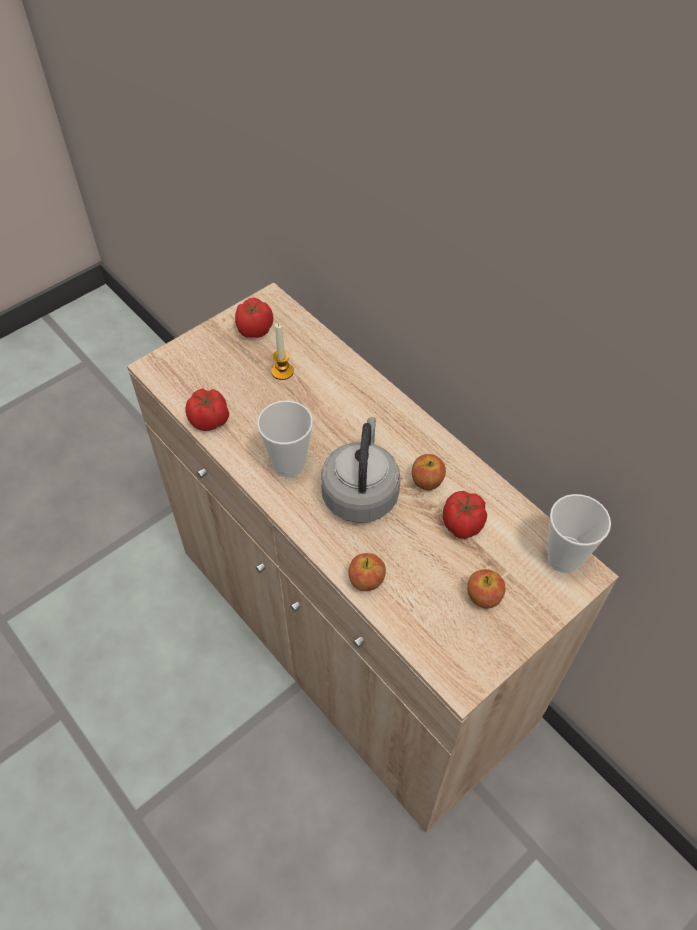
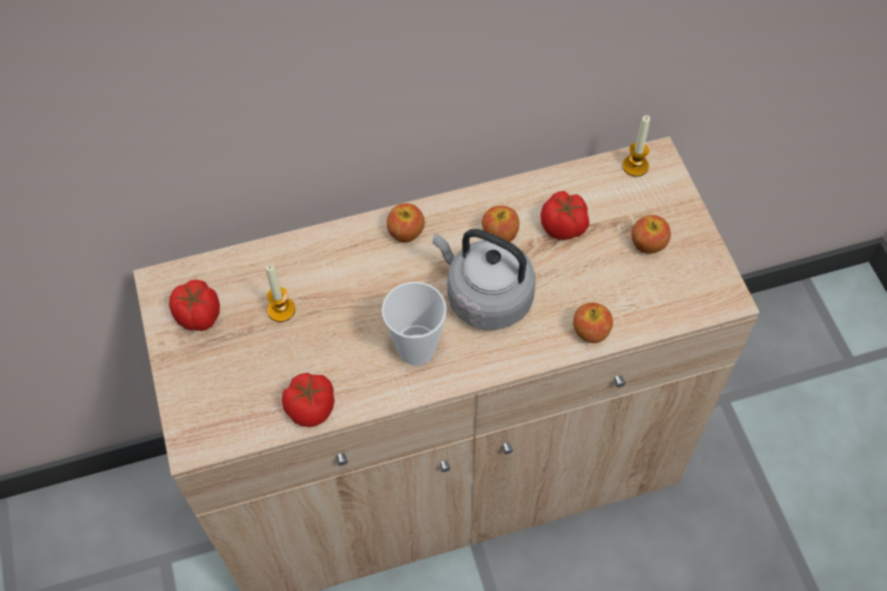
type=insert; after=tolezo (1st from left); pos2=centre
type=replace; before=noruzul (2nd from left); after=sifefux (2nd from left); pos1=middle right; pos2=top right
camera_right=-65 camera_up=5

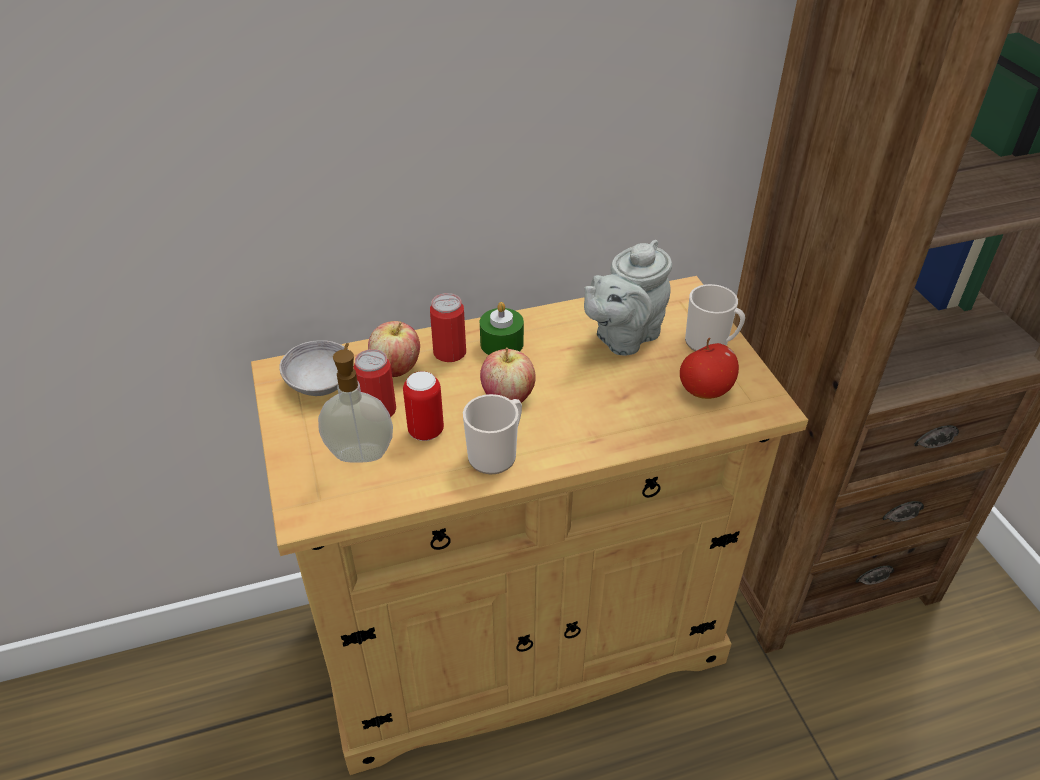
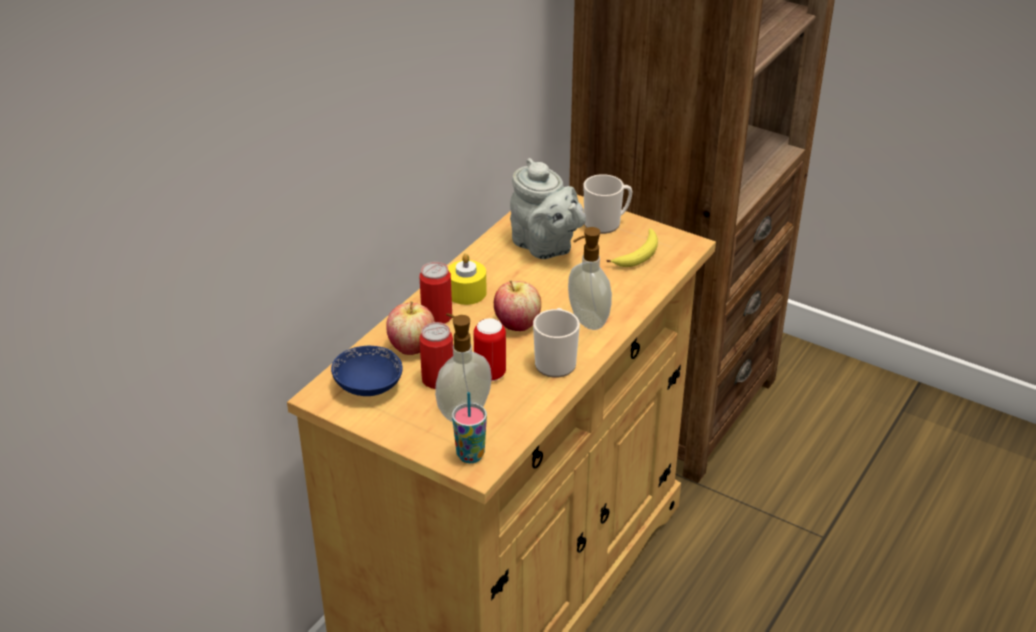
type=insert; after=noruzul; pos2=bottom centre
type=insert; after=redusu (2nd from left); pos2=centre
type=replace; before=tolezo (3rd from left); after=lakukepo; pos1=middle right; pos2=centre
type=recolor; before=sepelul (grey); after=sepelul (blue); pos1=middle left; pos2=centre
type=recolor; before=sifefux (green); after=sifefux (yellow); pos1=centre; pos2=centre
type=rotate; before=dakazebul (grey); pos1=centre; pos2=top centre; turn=-45
camera_right=-40 camera_up=-5

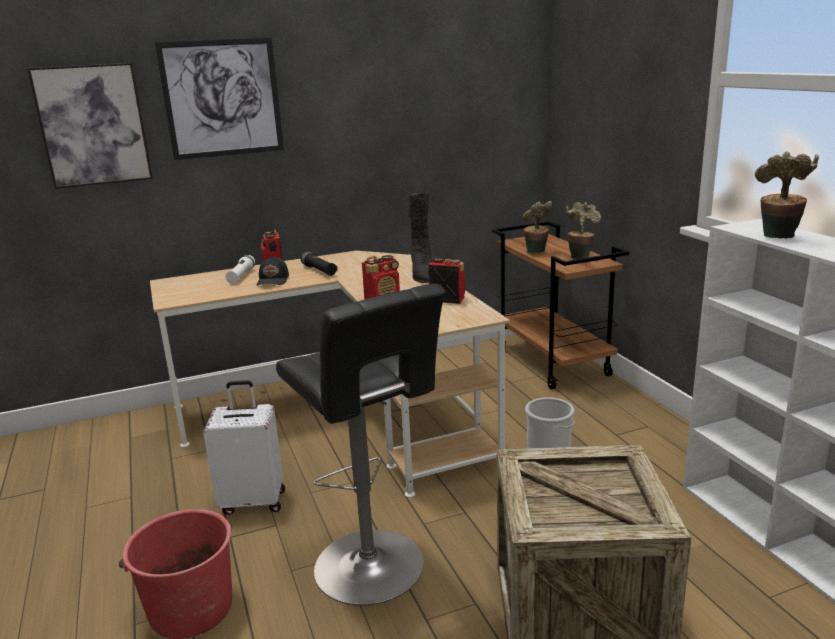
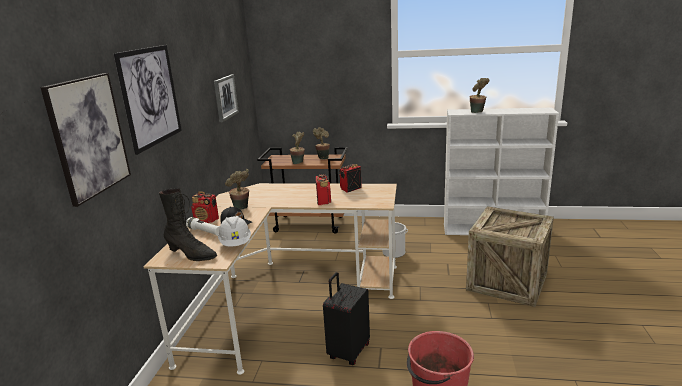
type=delete; before=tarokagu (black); pos1=bottom centre
type=insert; after=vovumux (3rd from left); pos2=top left
type=insert; after=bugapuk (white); pos2=centre
type=move; before=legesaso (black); pos1=centre; pos2=middle left
type=replace; before=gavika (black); after=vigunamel (1st from left); pos1=centre; pos2=centre
type=recolor; before=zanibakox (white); after=zanibakox (black); pos1=bottom left; pos2=bottom centre
camera_right=-60 camera_up=0

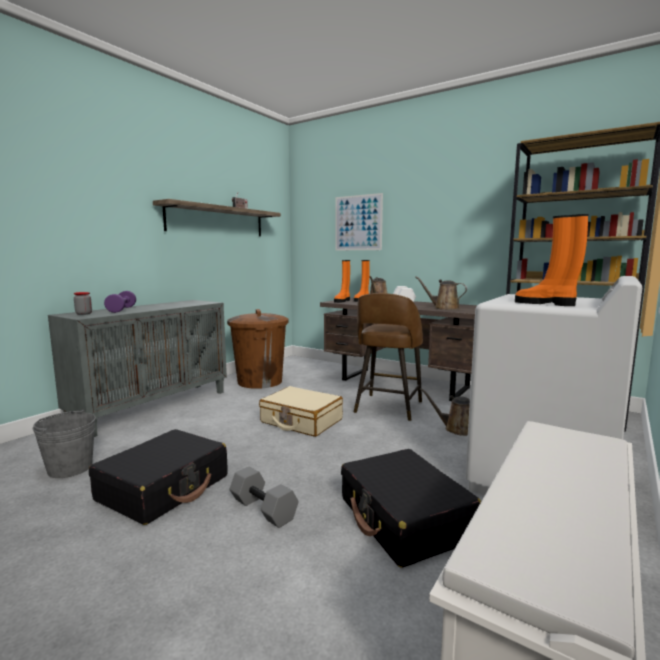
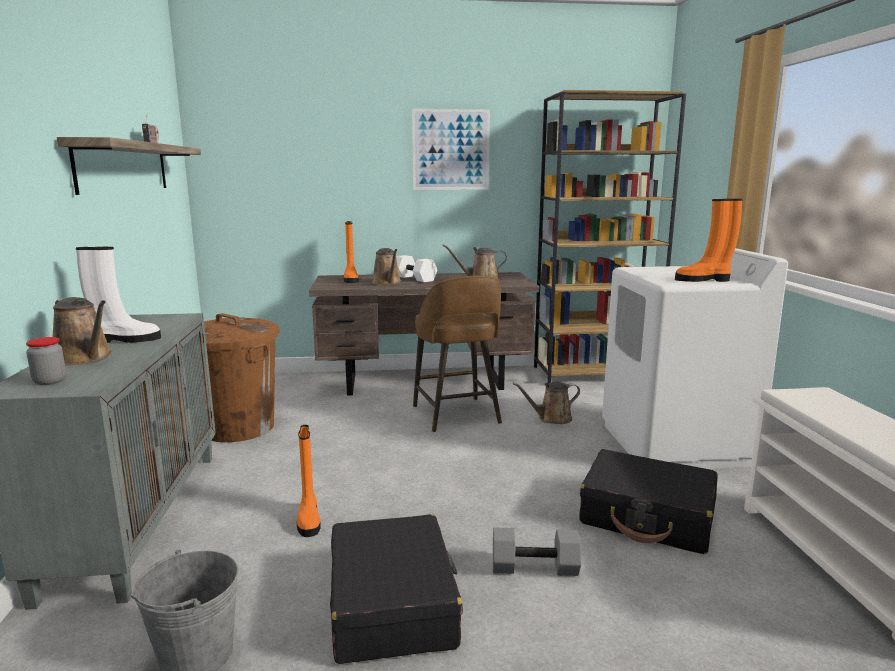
type=delete; before=zanibakox (beige); pos1=centre
type=insert; after=legesaso (white); pos2=middle left
type=move; before=legesaso (orange) (1st from left); pos1=centre; pos2=bottom centre
type=move; before=vovumux; pos1=centre; pos2=top centre
type=replace; before=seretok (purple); after=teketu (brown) (1st from left); pos1=middle left; pos2=middle left
camera_right=-40 camera_up=5

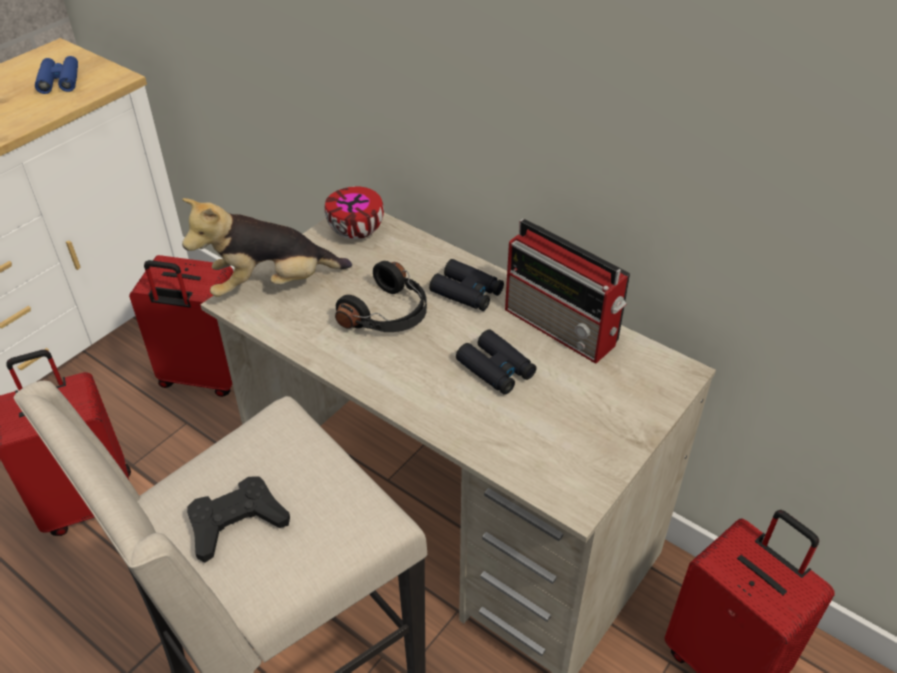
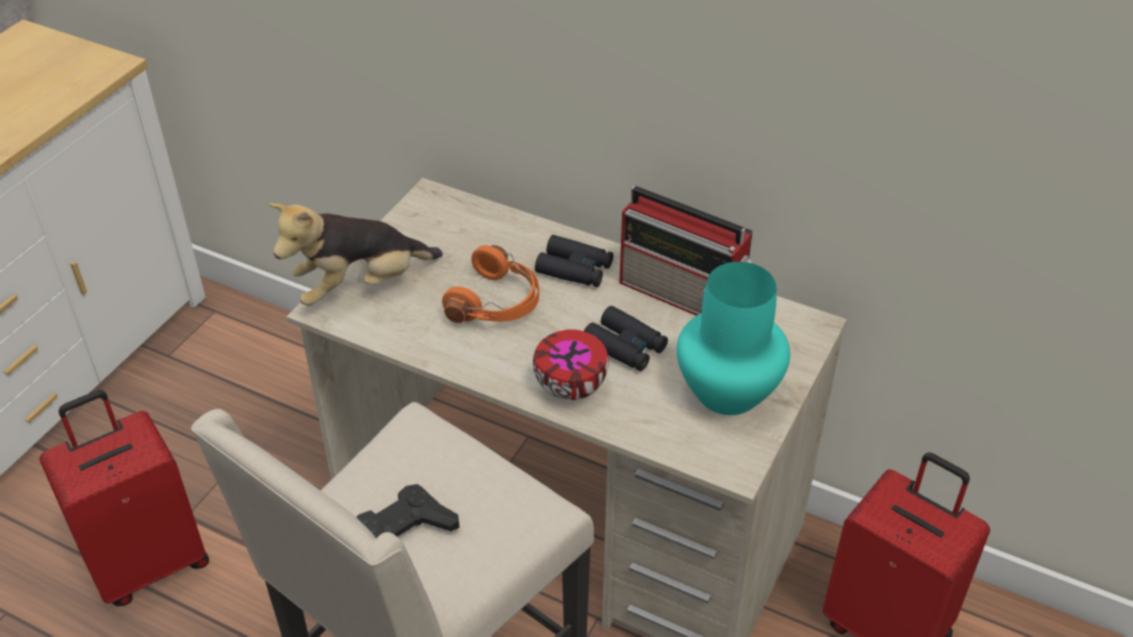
type=delete; before=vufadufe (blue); pos1=top left
type=delete; before=zanibakox (red) (2nd from left); pos1=middle left
type=insert; after=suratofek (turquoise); pos2=centre
type=move; before=sepelul; pos1=top centre; pos2=centre
type=recolor; before=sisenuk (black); after=sisenuk (orange); pos1=centre; pos2=centre
camera_right=-10 camera_up=0

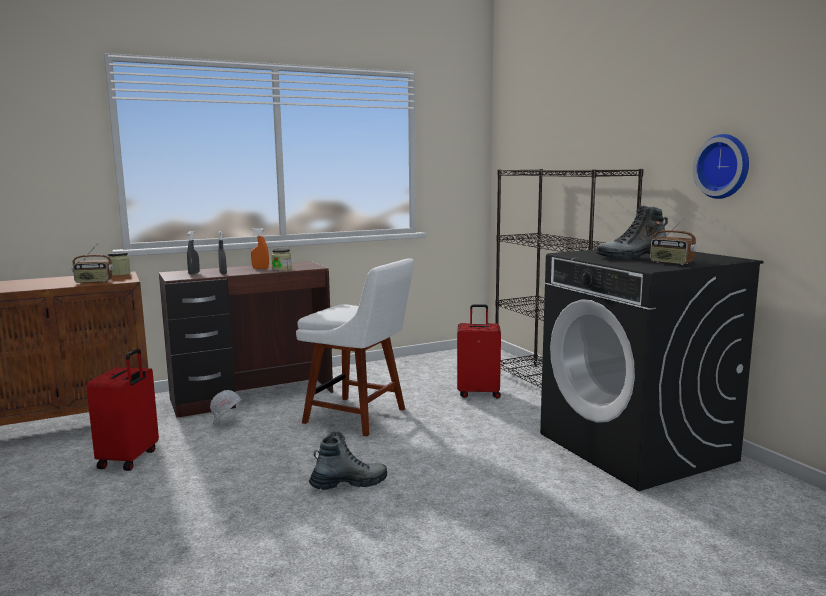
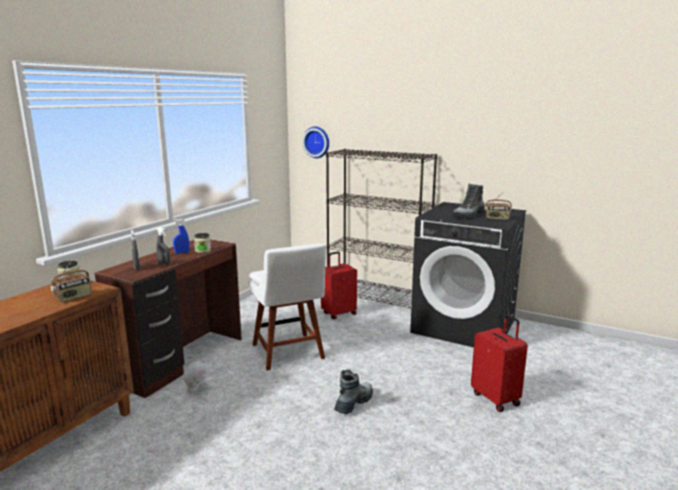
type=move; before=zanibakox (red) (1st from left in the first image); after=zanibakox (red) (2nd from left); pos1=bottom left; pos2=bottom right
type=move; before=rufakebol; pos1=top right; pos2=top centre
type=recolor; before=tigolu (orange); after=tigolu (blue); pos1=middle left; pos2=middle left
type=rotate; before=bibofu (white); pos1=centre; pos2=centre; turn=75
camera_right=-35 camera_up=5

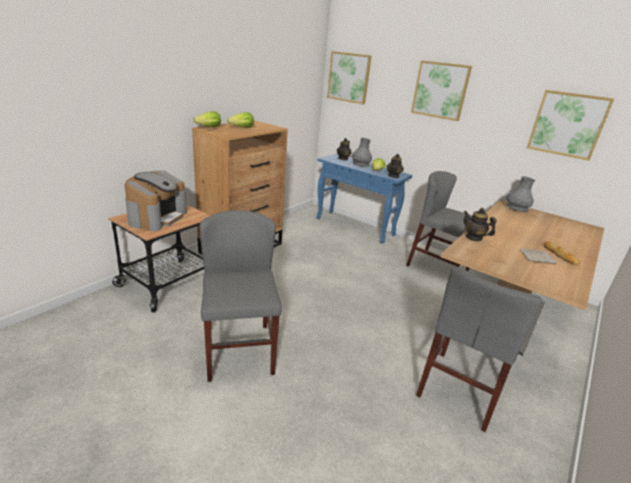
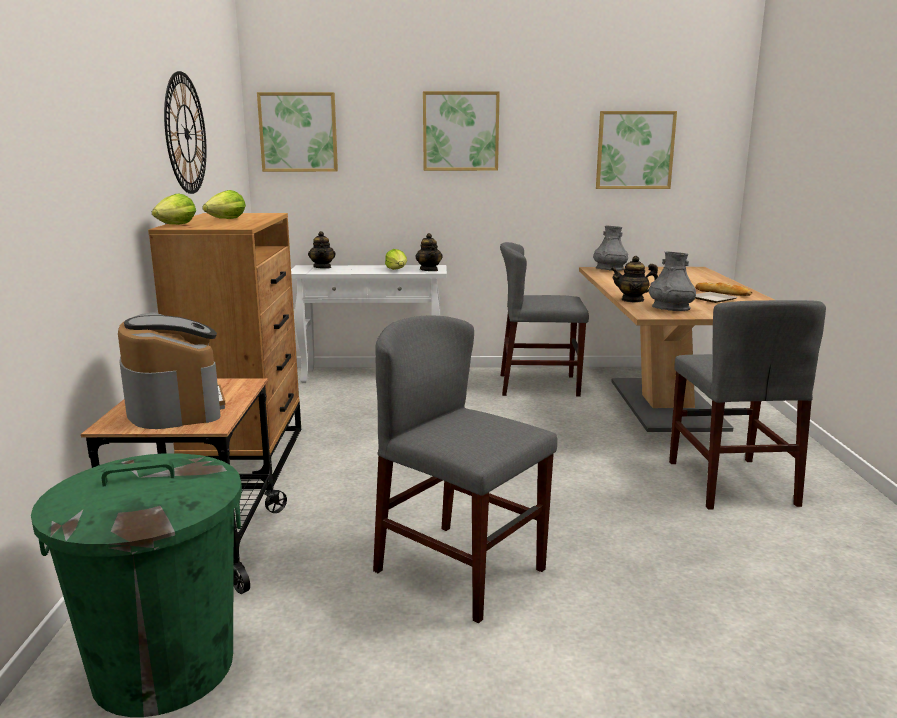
type=insert; after=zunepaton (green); pos2=bottom left
type=insert; after=rufakebol; pos2=top left
type=move; before=suratofek (grey) (1st from left in the first image); after=suratofek (grey) (2nd from left); pos1=top centre; pos2=middle right
type=recolor; before=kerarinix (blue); after=kerarinix (white); pos1=centre; pos2=centre
camera_right=-35 camera_up=-10

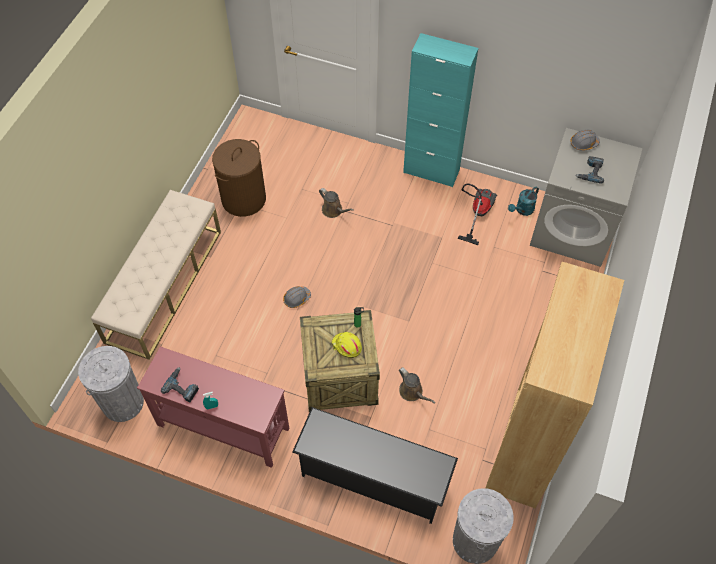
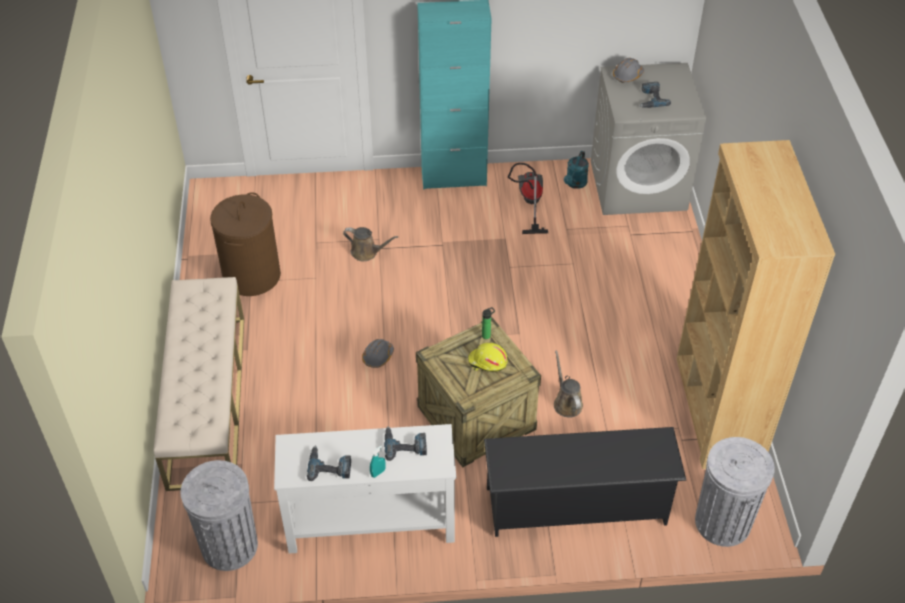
type=insert; after=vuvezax (2nd from left); pos2=bottom centre
type=recolor; before=kerarinix (red); after=kerarinix (white); pos1=bottom left; pos2=bottom centre
type=rotate; before=teketu (brown) (2nd from left); pos1=bottom centre; pos2=centre; turn=-135
camera_right=-25 camera_up=-10

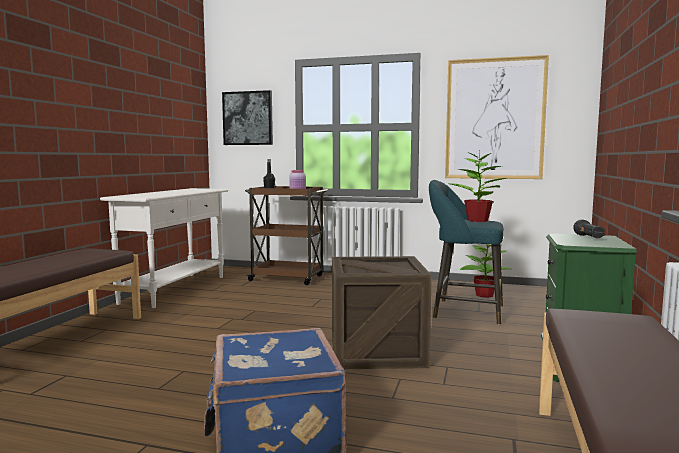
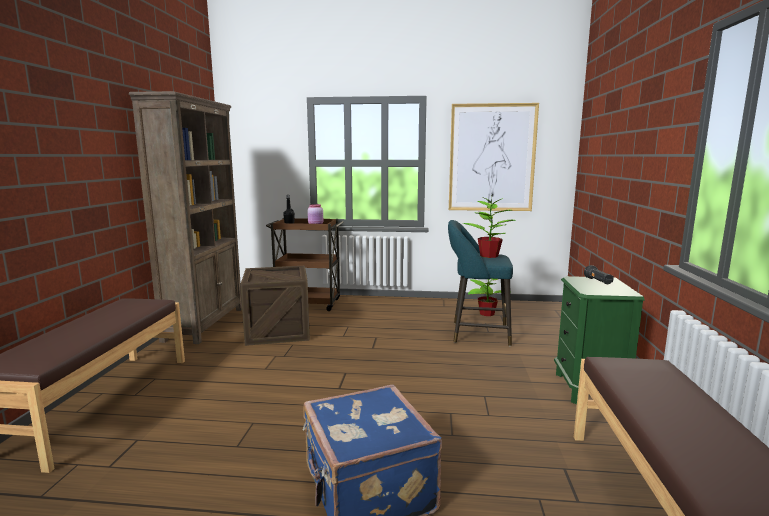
type=delete; before=vovumux (1st from left); pos1=top centre
type=move; before=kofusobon; pos1=bottom centre; pos2=centre
type=replace; before=kerarinix (white); after=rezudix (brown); pos1=middle left; pos2=middle left
camera_right=-10 camera_up=5

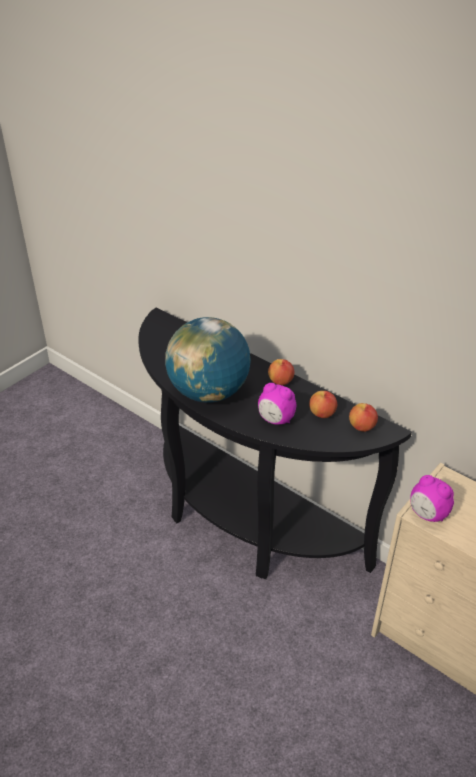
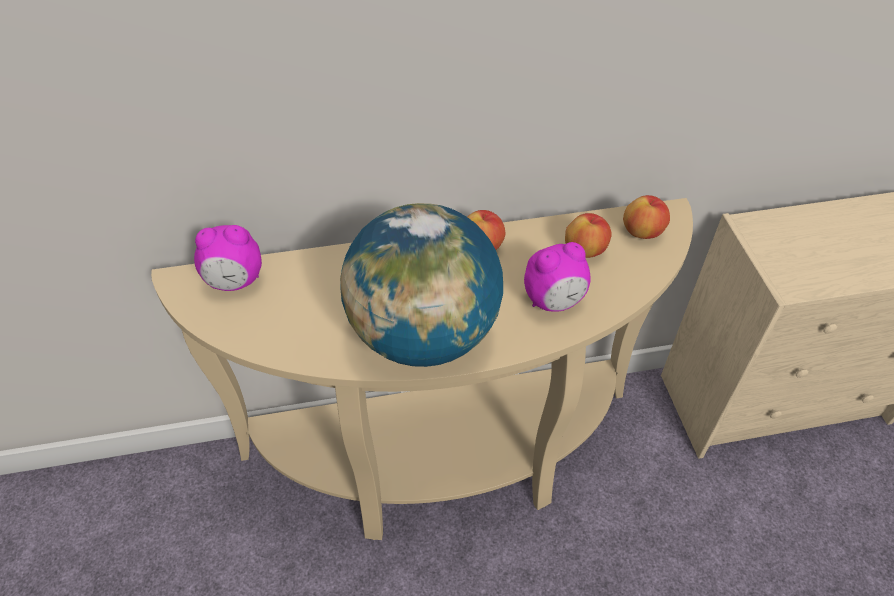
type=move; before=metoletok (2nd from left in the first image); after=metoletok (1st from left); pos1=middle right; pos2=middle left
type=recolor; before=kerarinix (black); after=kerarinix (beige); pos1=centre; pos2=centre
camera_right=-50 camera_up=10

